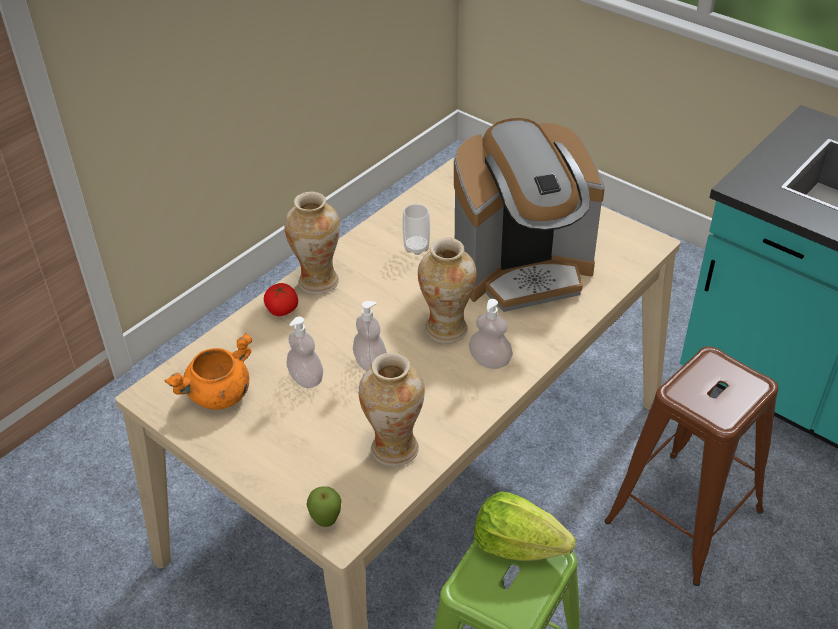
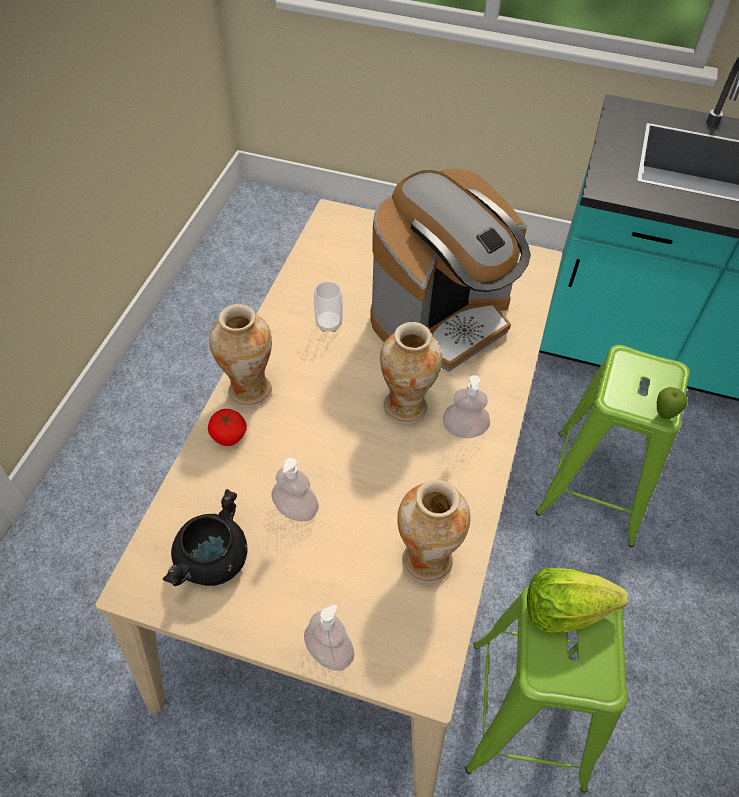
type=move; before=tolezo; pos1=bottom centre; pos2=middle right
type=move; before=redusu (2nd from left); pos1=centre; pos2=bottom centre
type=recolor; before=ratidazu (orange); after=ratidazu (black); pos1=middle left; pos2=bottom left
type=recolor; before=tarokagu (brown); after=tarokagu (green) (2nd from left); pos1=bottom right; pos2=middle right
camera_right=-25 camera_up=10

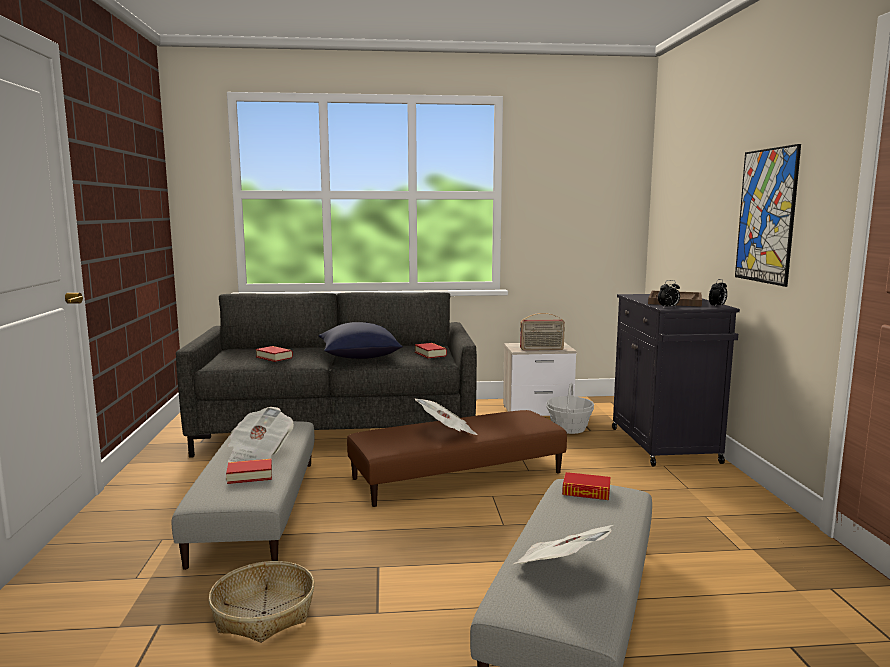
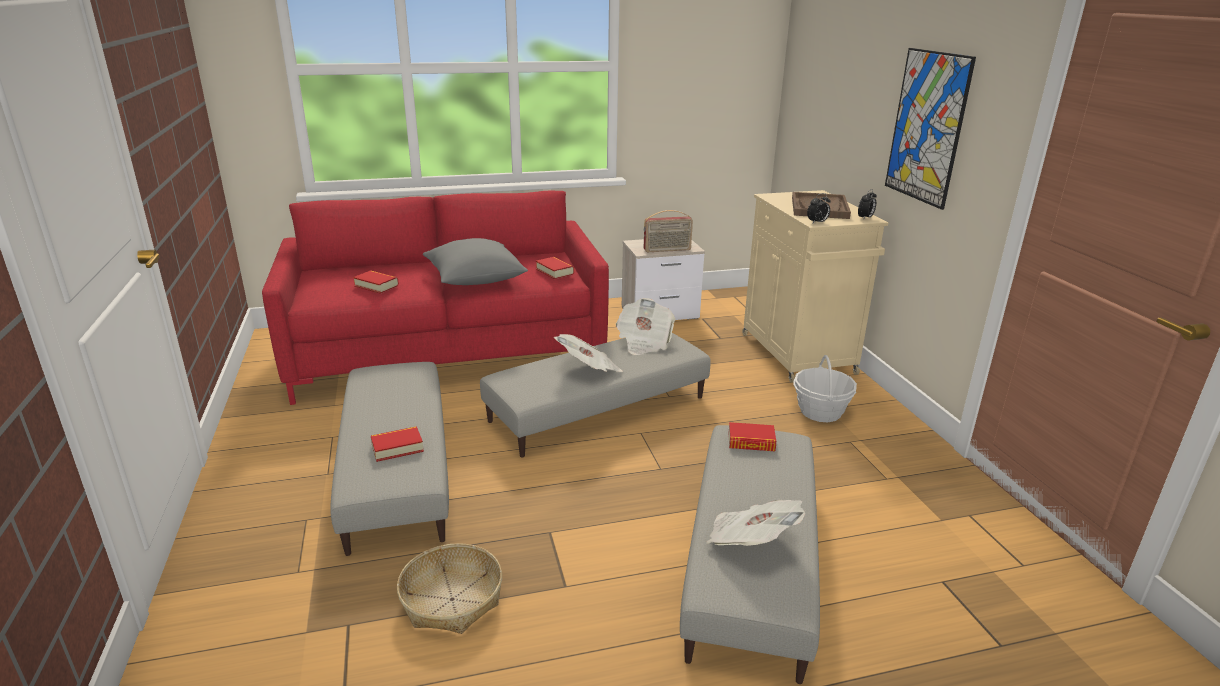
type=move; before=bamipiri (1st from left in the first image); after=bamipiri (2nd from left); pos1=middle left; pos2=centre
type=move; before=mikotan (2nd from left); pos1=centre; pos2=middle right
type=recolor; before=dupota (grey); after=dupota (red); pos1=centre; pos2=centre
type=recolor; before=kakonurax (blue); after=kakonurax (grey); pos1=centre; pos2=centre
type=recolor; before=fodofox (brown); after=fodofox (grey) (2nd from left); pos1=bottom centre; pos2=centre
type=recolor; before=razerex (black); after=razerex (beige); pos1=middle right; pos2=middle right
camera_right=-10 camera_up=15

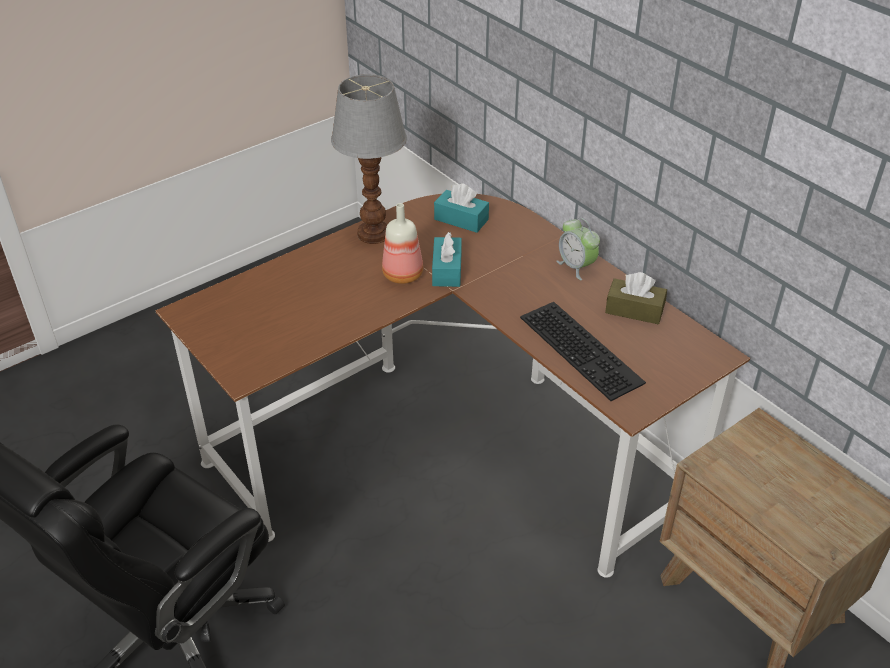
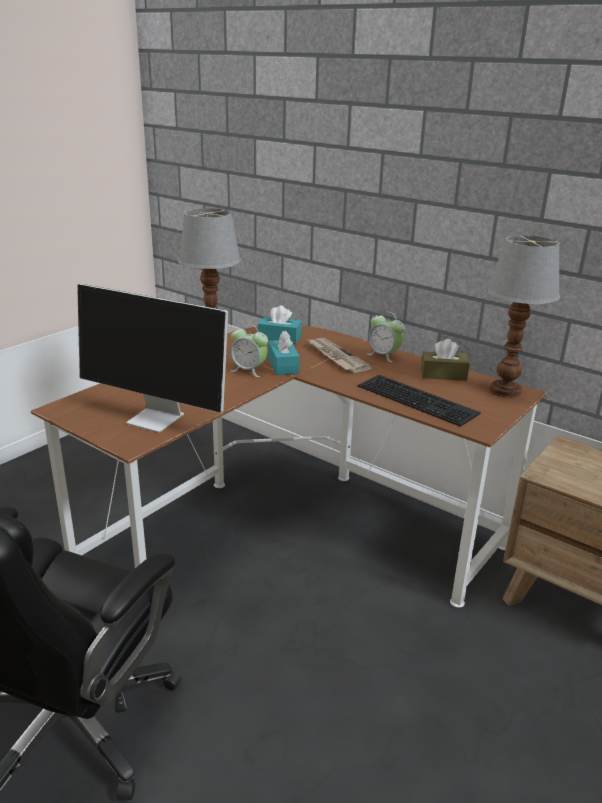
type=insert; after=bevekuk; pos2=middle left
type=insert; after=bamipiri; pos2=centre
type=insert; after=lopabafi (2nd from left); pos2=middle right
type=replace; before=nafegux; after=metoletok (1st from left); pos1=centre; pos2=centre
camera_right=-15 camera_up=-15

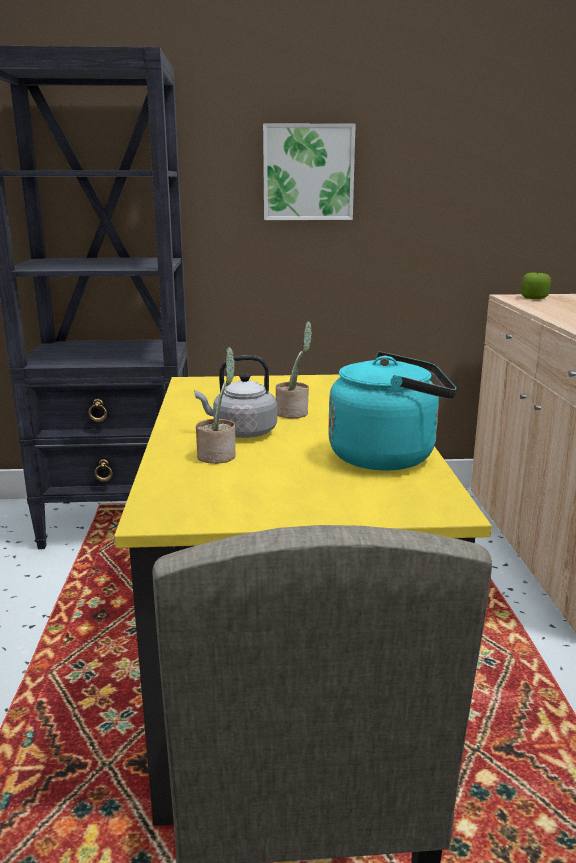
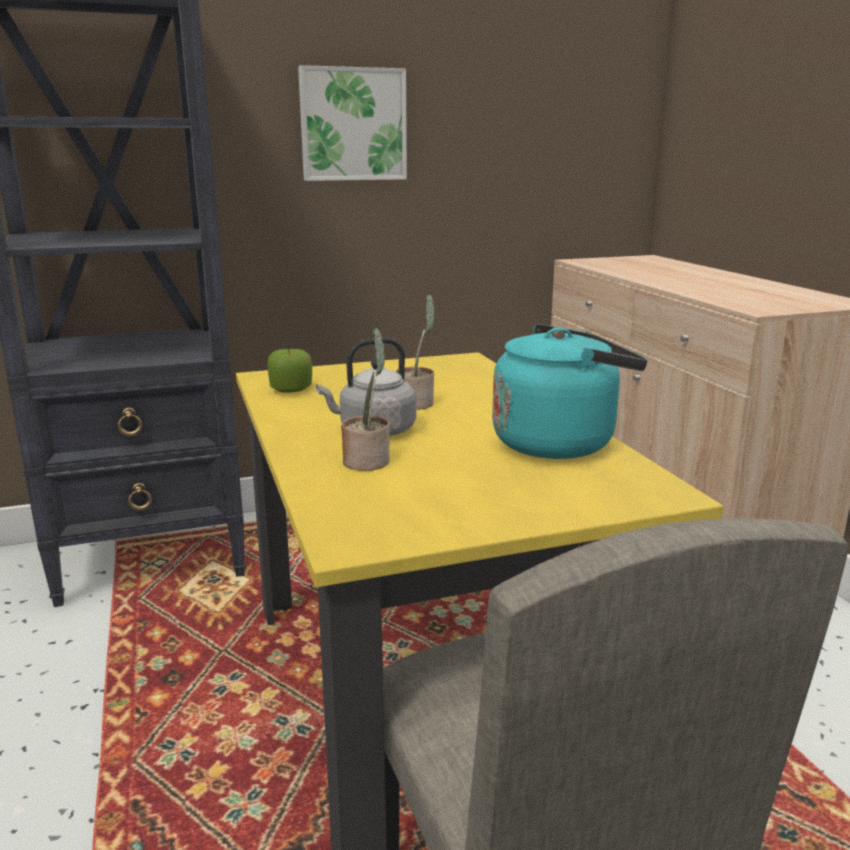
type=move; before=tolezo; pos1=top right; pos2=centre
camera_right=-15 camera_up=0

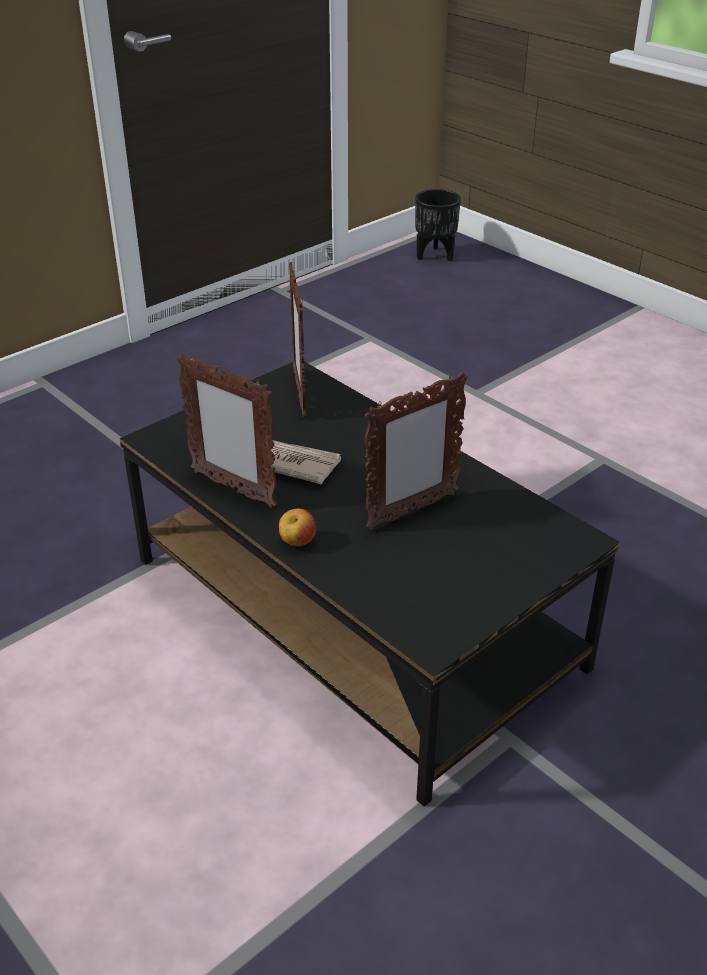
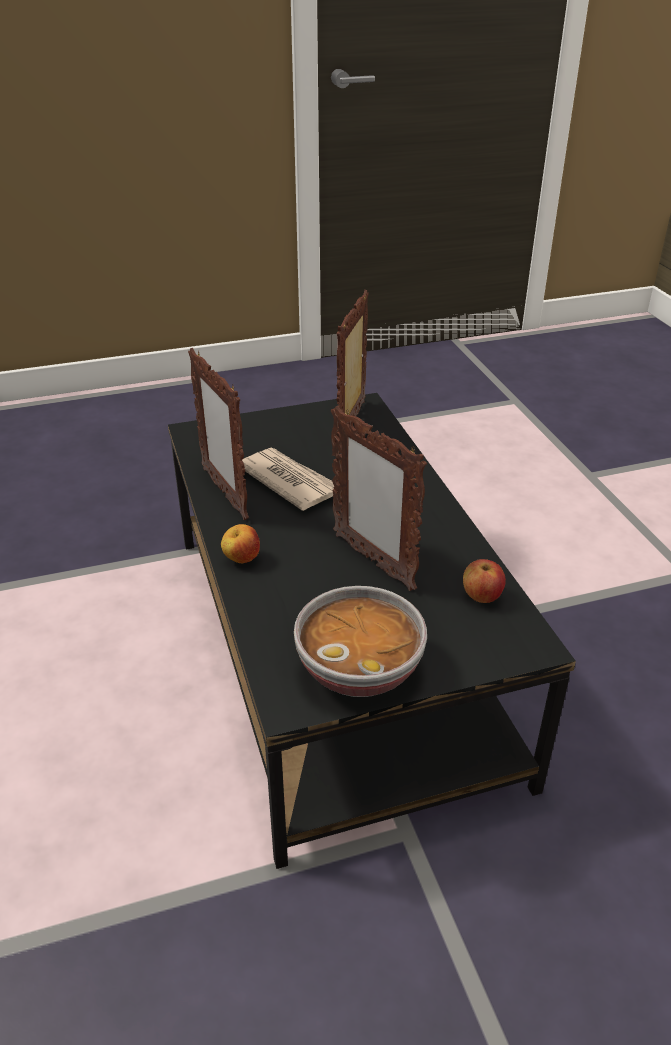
type=delete; before=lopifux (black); pos1=top centre
type=insert; after=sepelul; pos2=centre
type=insert; after=tolezo (2nd from left); pos2=middle right
type=rotate; before=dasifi (3rd from left); pos1=centre; pos2=centre; turn=60
camera_right=25 camera_up=0

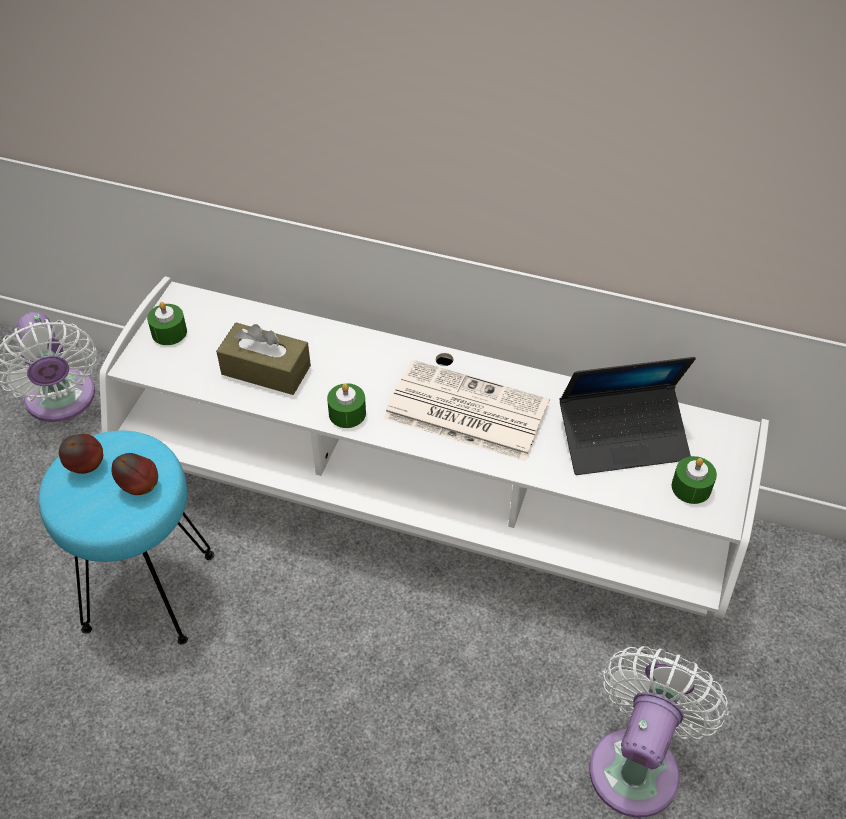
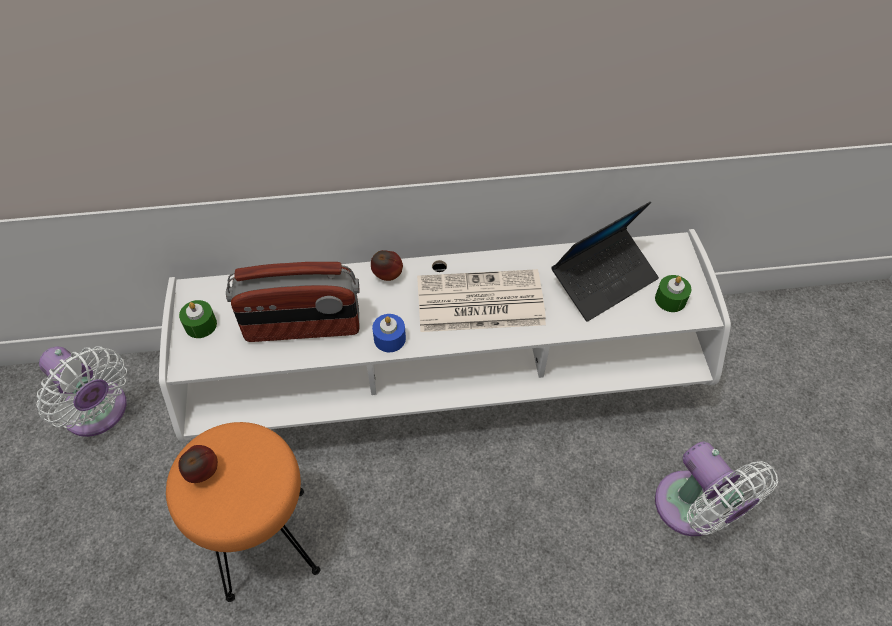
type=move; before=tolezo (2nd from left); pos1=middle left; pos2=centre
type=replace; before=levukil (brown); after=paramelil; pos1=middle left; pos2=middle left
type=recolor; before=tarokagu (turquoise); after=tarokagu (orange); pos1=middle left; pos2=bottom left
type=recolor; before=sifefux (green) (2nd from left); after=sifefux (blue); pos1=centre; pos2=centre
type=rotate; before=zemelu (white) (2nd from left); pos1=bottom right; pos2=bottom right; turn=150
camera_right=-25 camera_up=5

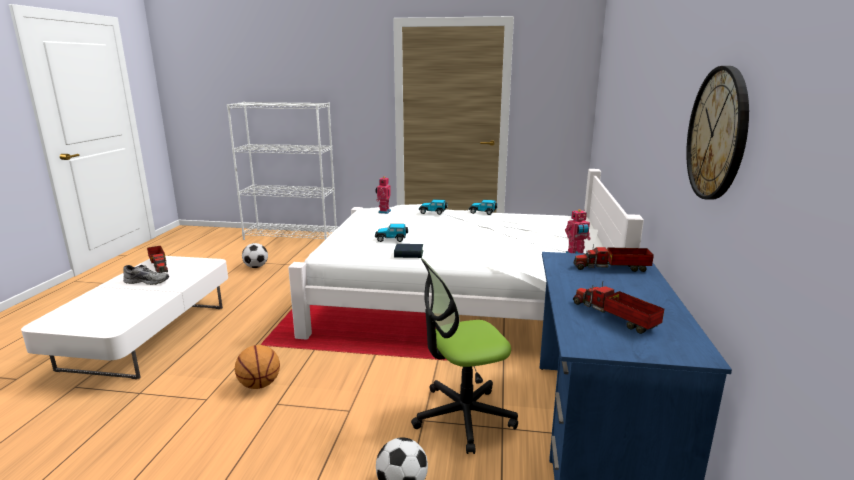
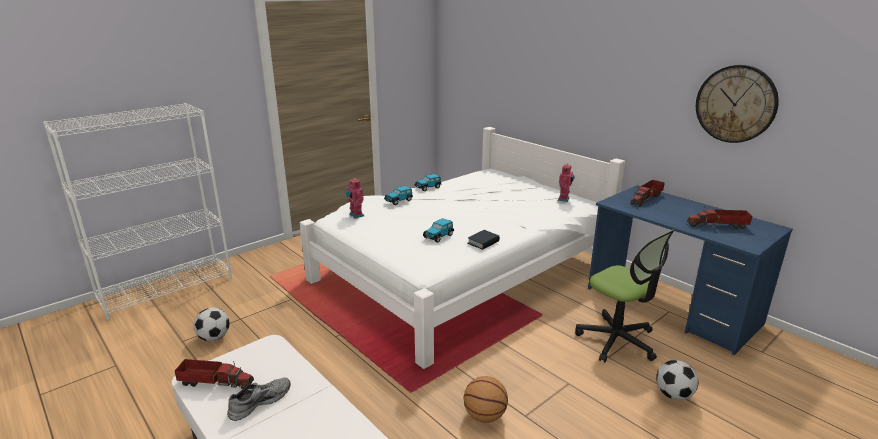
type=rotate; before=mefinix; pos1=bottom centre; pos2=bottom right; turn=-60
camera_right=-50 camera_up=5

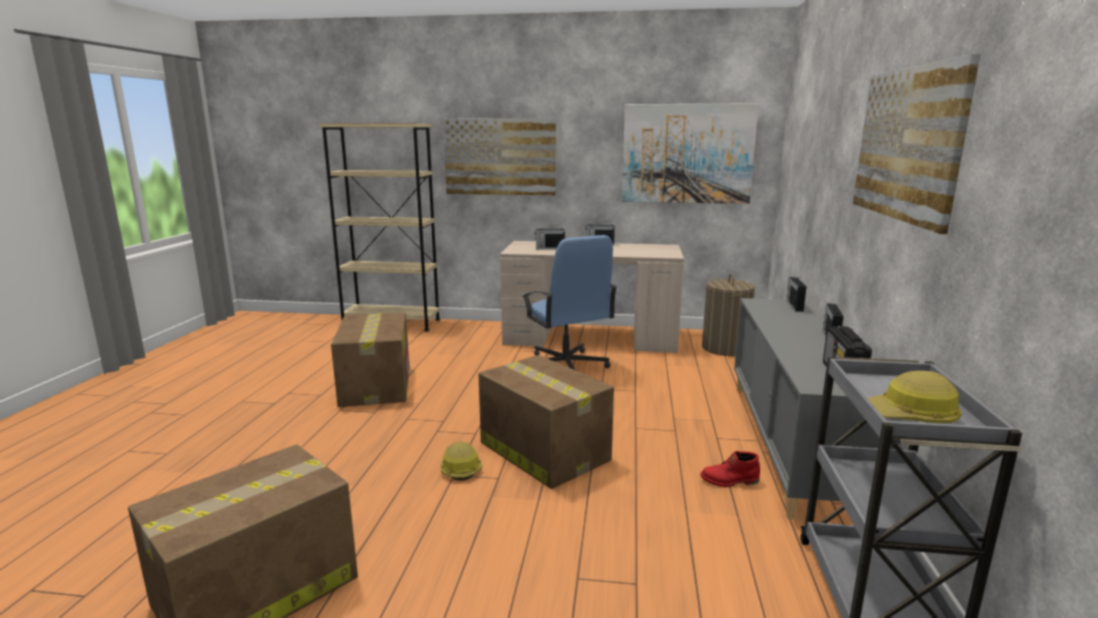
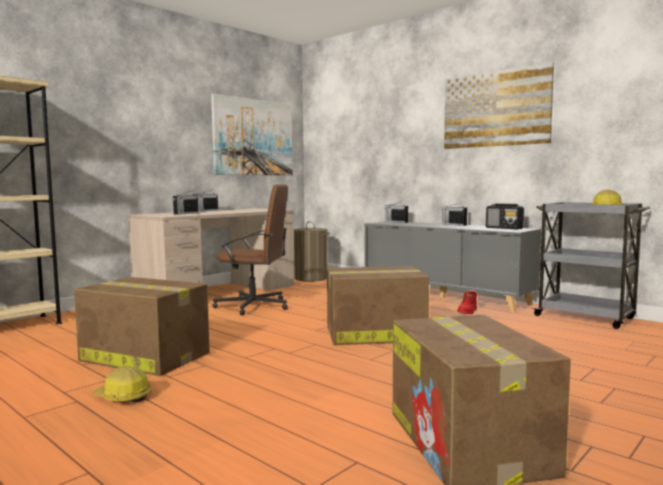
type=delete; before=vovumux (1st from left); pos1=top centre
type=move; before=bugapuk (1st from left); pos1=bottom centre; pos2=bottom left
type=recolor; before=mefinix (blue); after=mefinix (brown); pos1=centre; pos2=centre
camera_right=-55 camera_up=-10

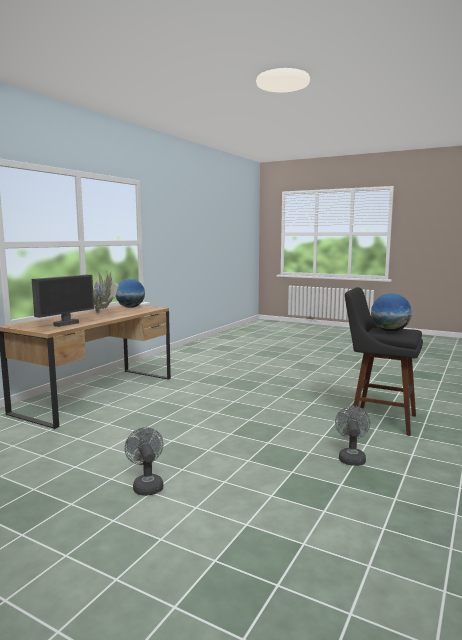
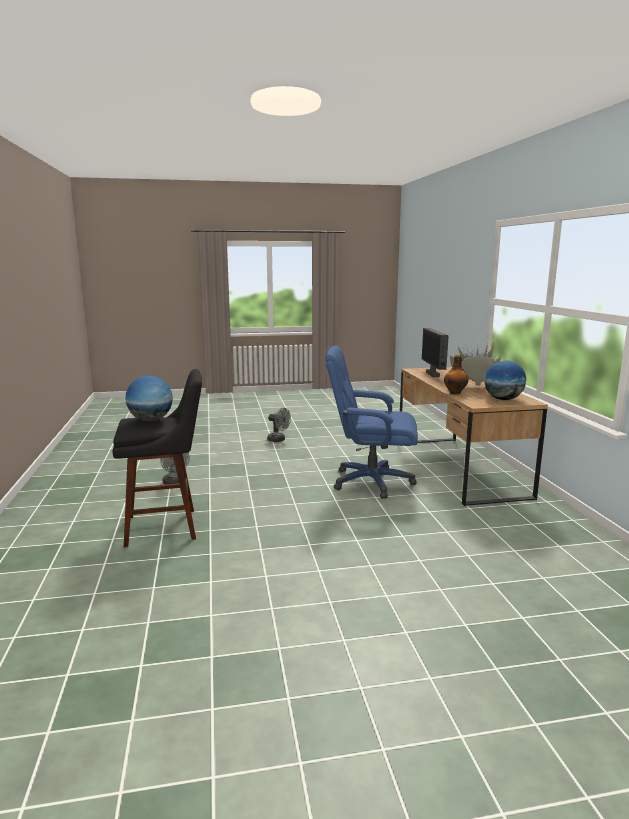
type=insert; after=mefinix (blue); pos2=centre
type=insert; after=nafegux; pos2=middle right
camera_right=140 camera_up=5

